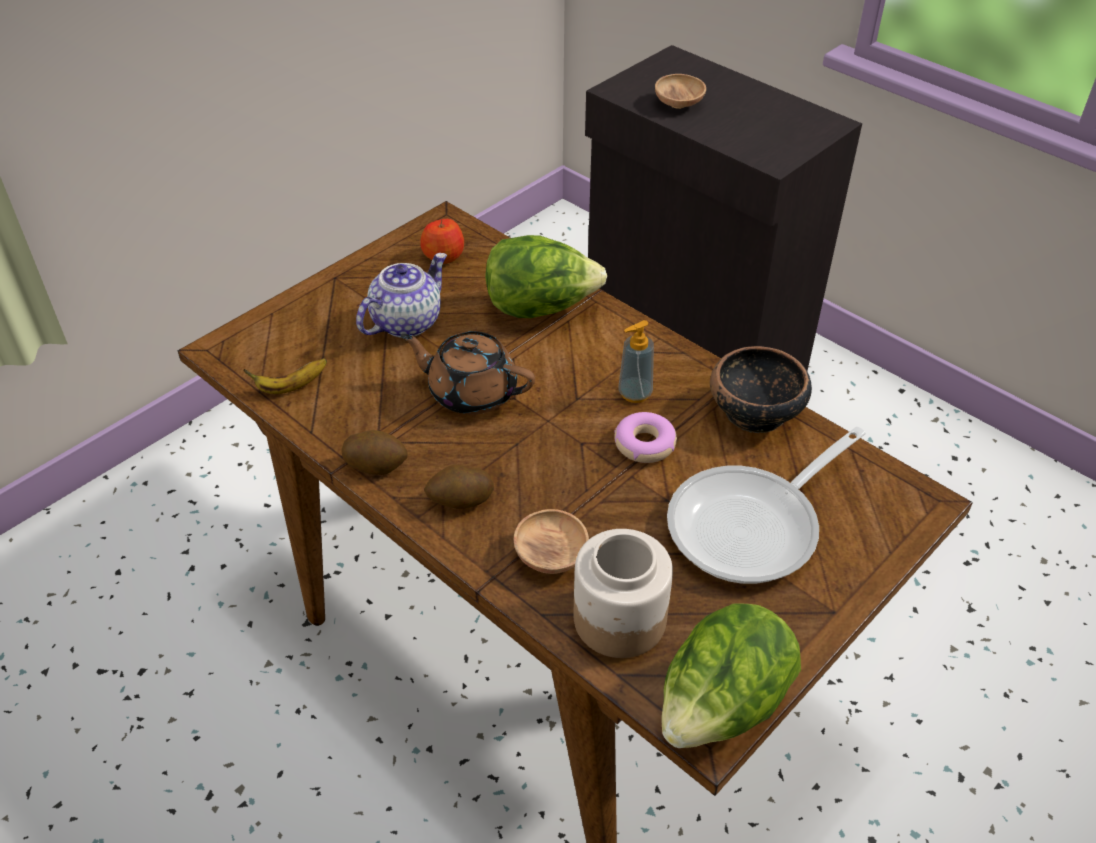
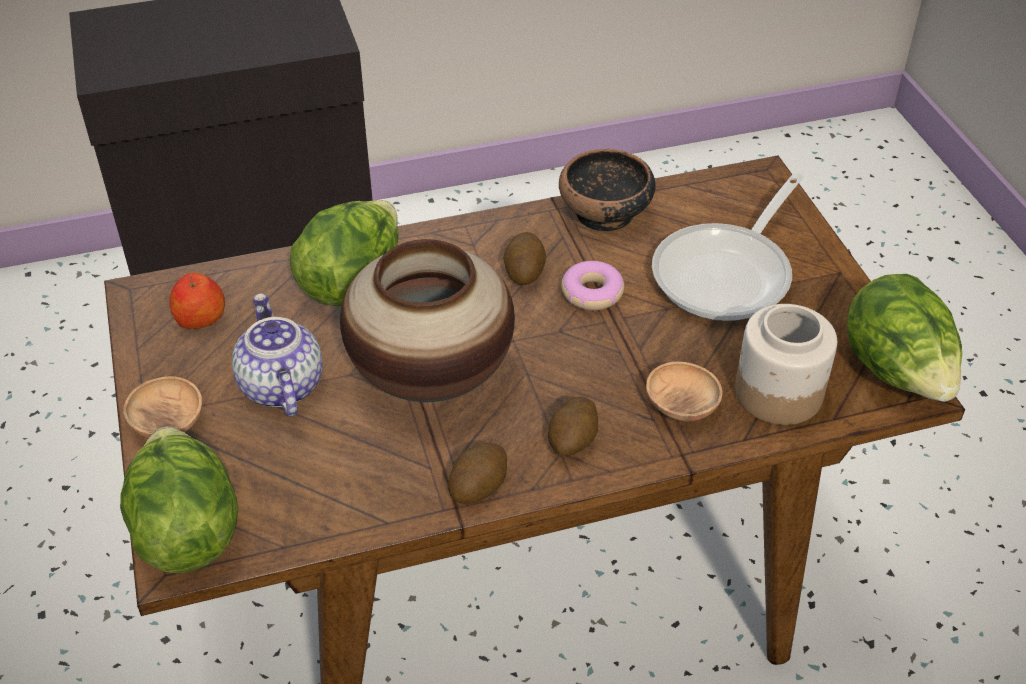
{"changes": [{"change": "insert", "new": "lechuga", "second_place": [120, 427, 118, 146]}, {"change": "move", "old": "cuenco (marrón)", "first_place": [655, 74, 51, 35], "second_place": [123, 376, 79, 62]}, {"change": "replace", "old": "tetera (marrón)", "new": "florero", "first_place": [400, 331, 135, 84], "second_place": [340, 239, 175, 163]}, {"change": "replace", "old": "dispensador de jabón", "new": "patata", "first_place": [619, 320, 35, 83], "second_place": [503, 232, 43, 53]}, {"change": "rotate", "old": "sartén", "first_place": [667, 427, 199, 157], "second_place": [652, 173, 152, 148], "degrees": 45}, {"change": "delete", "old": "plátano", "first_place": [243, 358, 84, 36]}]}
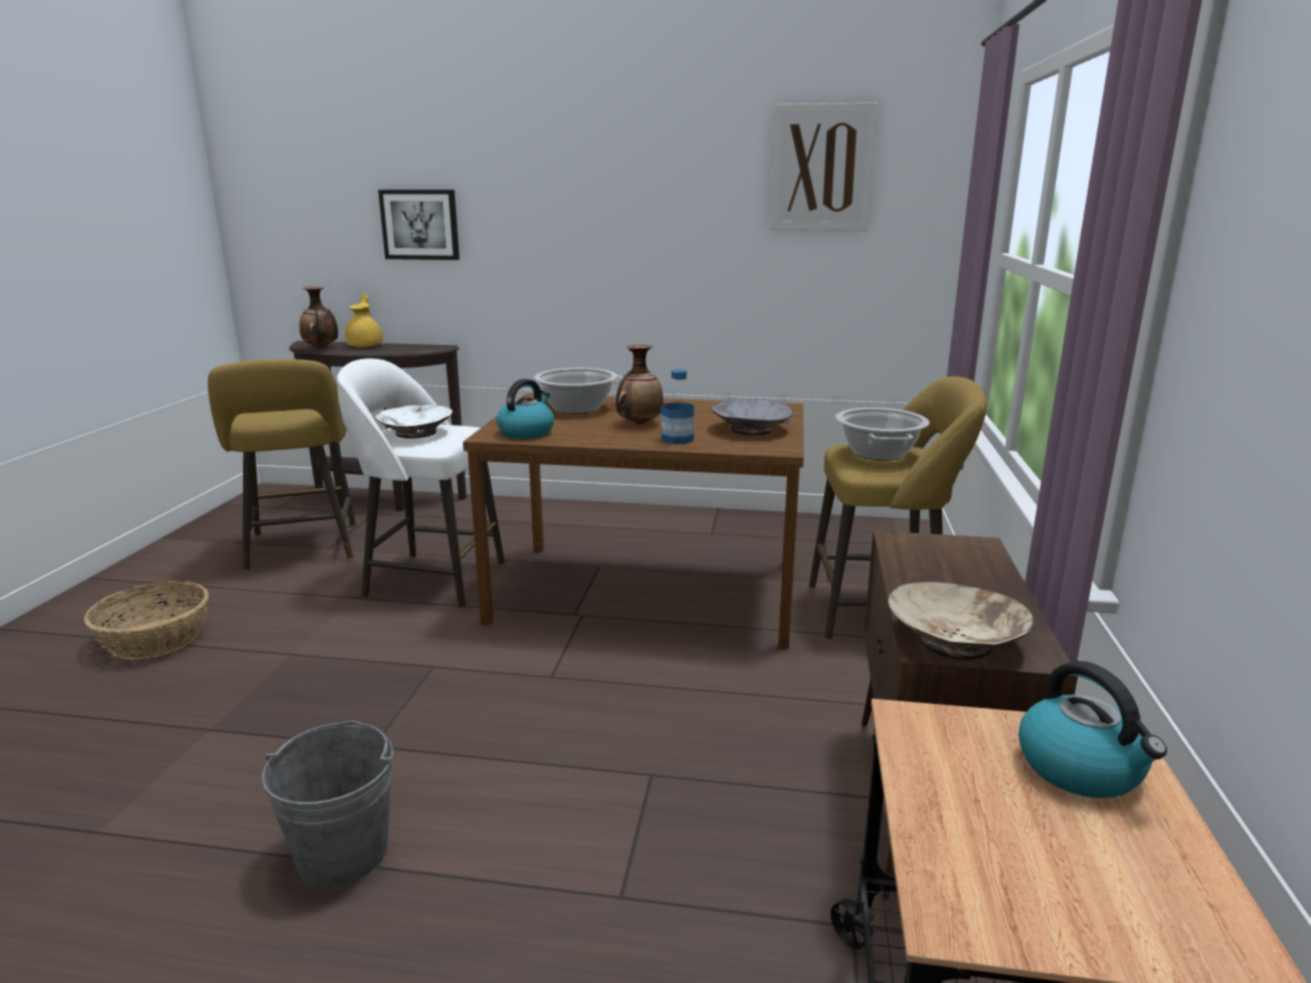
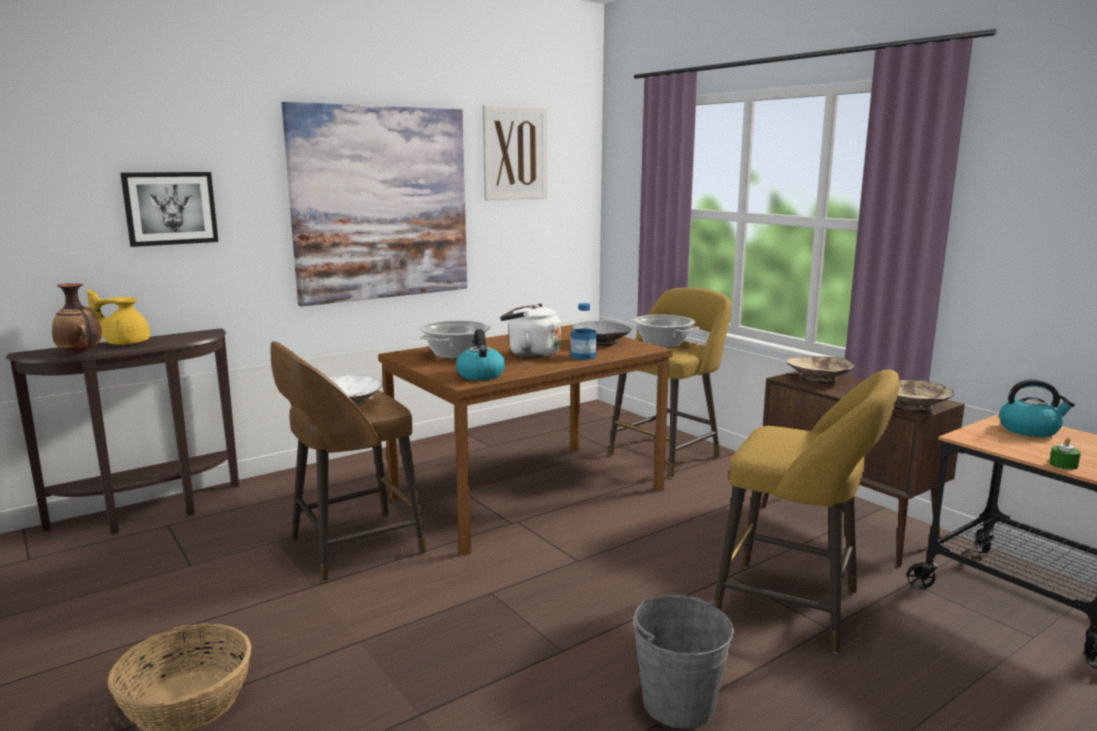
{"changes": [{"change": "rotate", "old": "tetera (amarillo)", "first_place": [345, 293, 38, 54], "second_place": [87, 290, 63, 55], "degrees": -45}, {"change": "recolor", "old": "taburete (blanco)", "new": "taburete (marrón)", "first_place": [337, 358, 168, 250], "second_place": [270, 341, 156, 241]}, {"change": "insert", "new": "cuadro", "second_place": [281, 102, 186, 204]}, {"change": "replace", "old": "florero", "new": "hervidor (blanco)", "first_place": [616, 345, 48, 80], "second_place": [500, 304, 61, 54]}, {"change": "move", "old": "taburete (amarillo)", "first_place": [208, 359, 148, 212], "second_place": [715, 370, 184, 284]}, {"change": "insert", "new": "cuenco (beis)", "second_place": [786, 357, 69, 27]}, {"change": "insert", "new": "vela (verde)", "second_place": [1049, 437, 32, 33]}]}
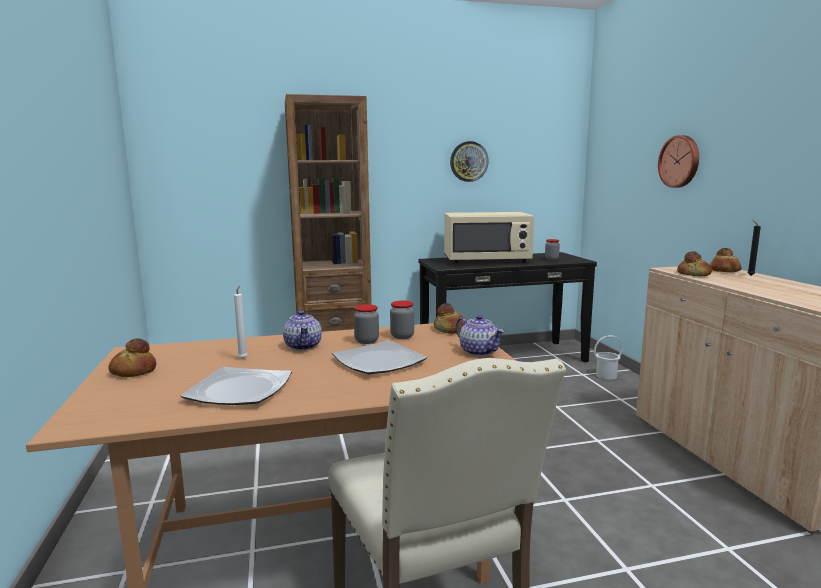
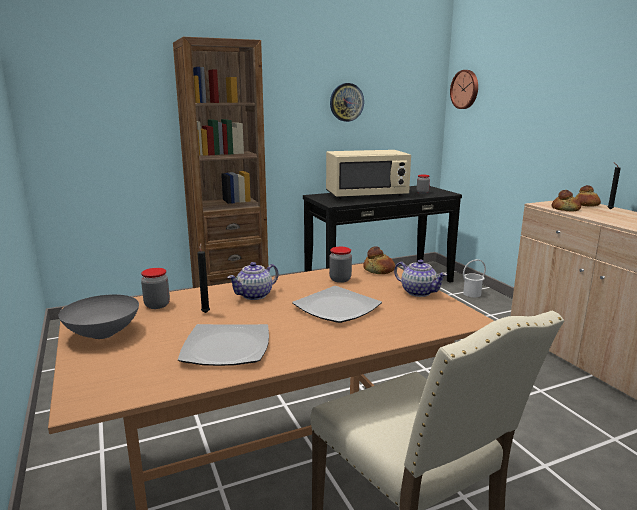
{"changes": [{"change": "replace", "old": "pan", "new": "cuenco (gris)", "first_place": [109, 338, 47, 39], "second_place": [58, 294, 81, 45]}, {"change": "move", "old": "tarro", "first_place": [354, 304, 25, 40], "second_place": [141, 268, 29, 41]}, {"change": "recolor", "old": "vela (blanco)", "new": "vela (negro)", "first_place": [234, 285, 13, 74], "second_place": [197, 243, 13, 70]}, {"change": "rotate", "old": "tetera", "first_place": [283, 311, 39, 39], "second_place": [227, 262, 52, 38], "degrees": 75}, {"change": "move", "old": "reloj de pared", "first_place": [658, 135, 41, 53], "second_place": [450, 70, 28, 39]}]}
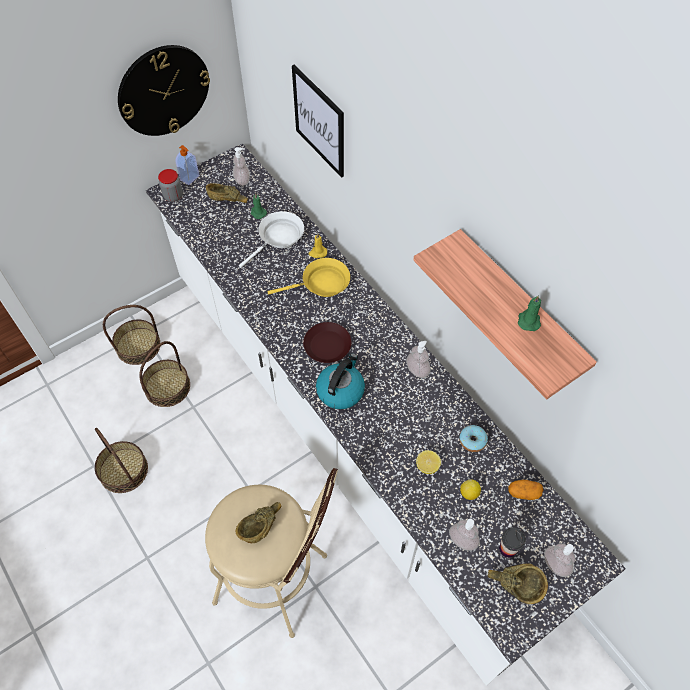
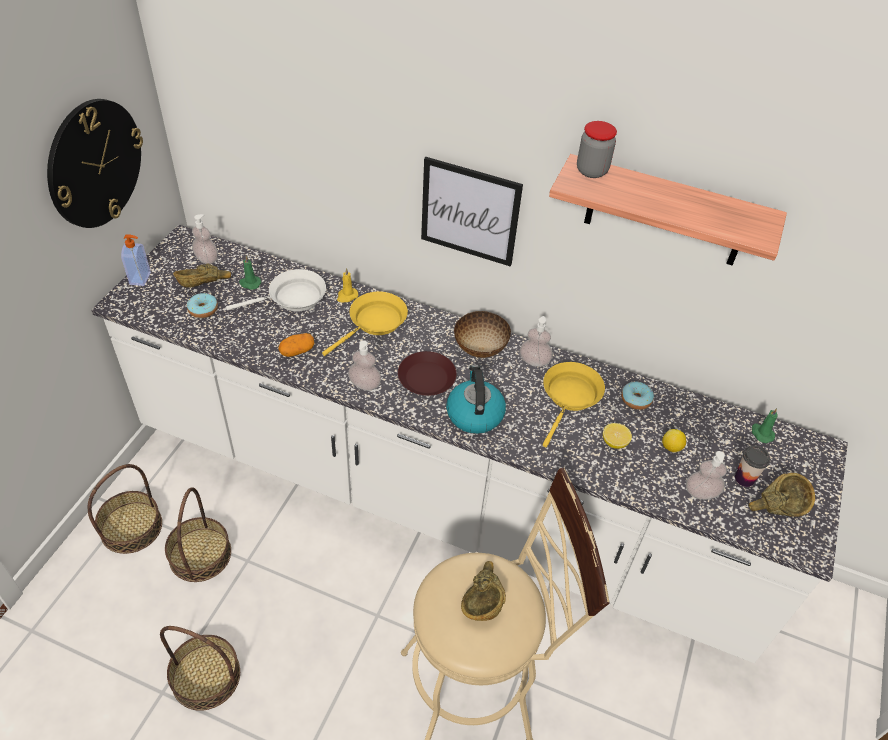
{"changes": [{"change": "insert", "new": "rosquilla", "second_place": [187, 293, 31, 25]}, {"change": "rotate", "old": "sartén (blanco)", "first_place": [239, 211, 65, 57], "second_place": [226, 269, 100, 42], "degrees": 60}, {"change": "move", "old": "patata", "first_place": [508, 480, 35, 20], "second_place": [278, 333, 36, 24]}, {"change": "move", "old": "dispensador de jabón", "first_place": [544, 543, 31, 34], "second_place": [348, 340, 33, 51]}, {"change": "move", "old": "cuadro", "first_place": [292, 65, 52, 113], "second_place": [421, 157, 102, 110]}, {"change": "insert", "new": "cuenco", "second_place": [454, 311, 57, 47]}, {"change": "insert", "new": "sartén (amarillo)", "second_place": [543, 362, 62, 85]}, {"change": "move", "old": "tarro", "first_place": [158, 169, 25, 33], "second_place": [577, 121, 40, 57]}, {"change": "move", "old": "vela (verde)", "first_place": [518, 295, 23, 36], "second_place": [752, 408, 26, 35]}]}
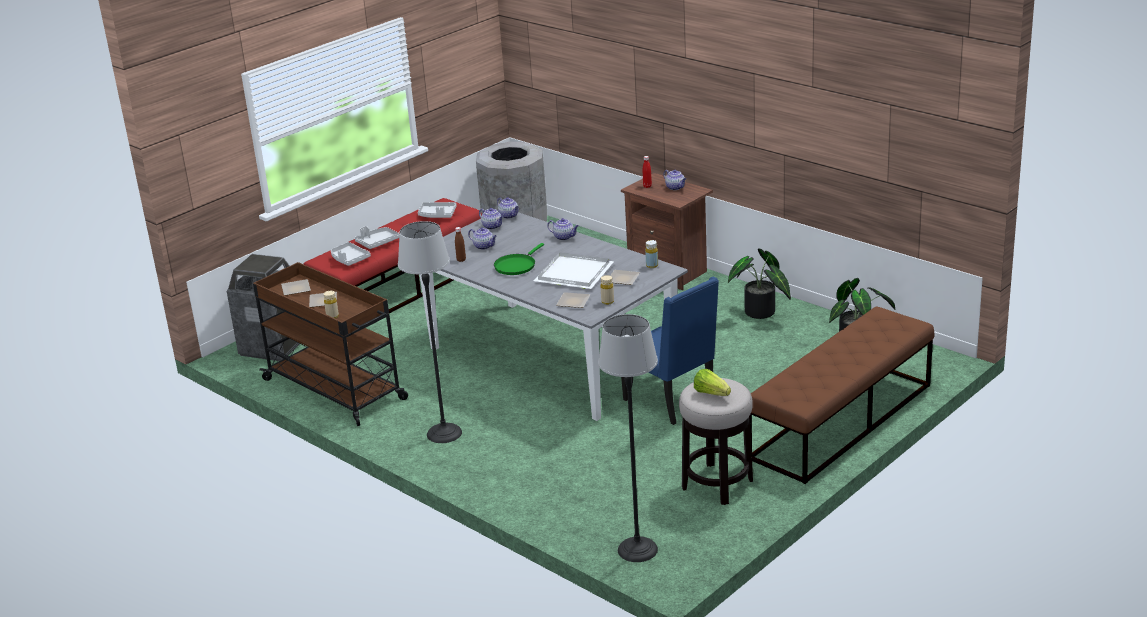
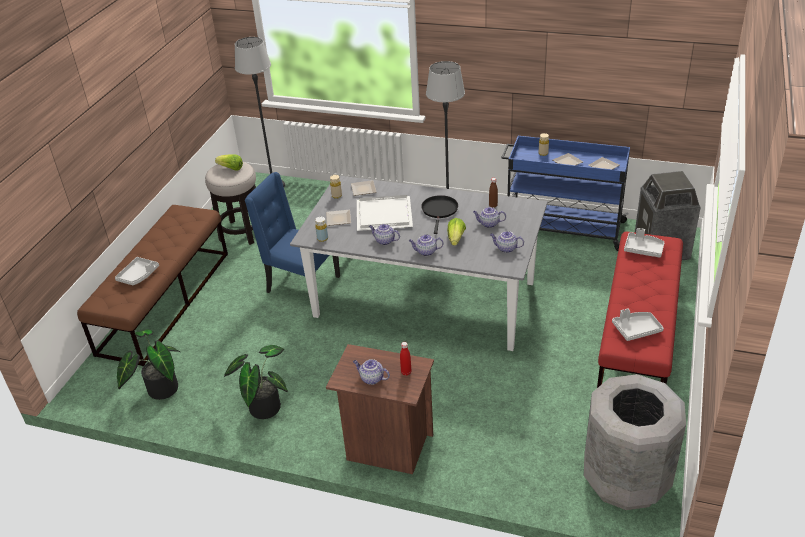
{"changes": [{"change": "move", "old": "bandeja (gris)", "first_place": [355, 226, 44, 23], "second_place": [115, 257, 44, 28]}, {"change": "move", "old": "tetera", "first_place": [497, 197, 22, 22], "second_place": [369, 224, 31, 21]}, {"change": "recolor", "old": "sartén (verde)", "new": "sartén (negro)", "first_place": [494, 243, 50, 32], "second_place": [421, 195, 37, 39]}, {"change": "insert", "new": "lechuga", "second_place": [447, 218, 19, 28]}, {"change": "recolor", "old": "carrito (marrón)", "new": "carrito (azul)", "first_place": [253, 262, 155, 164], "second_place": [501, 136, 129, 115]}]}
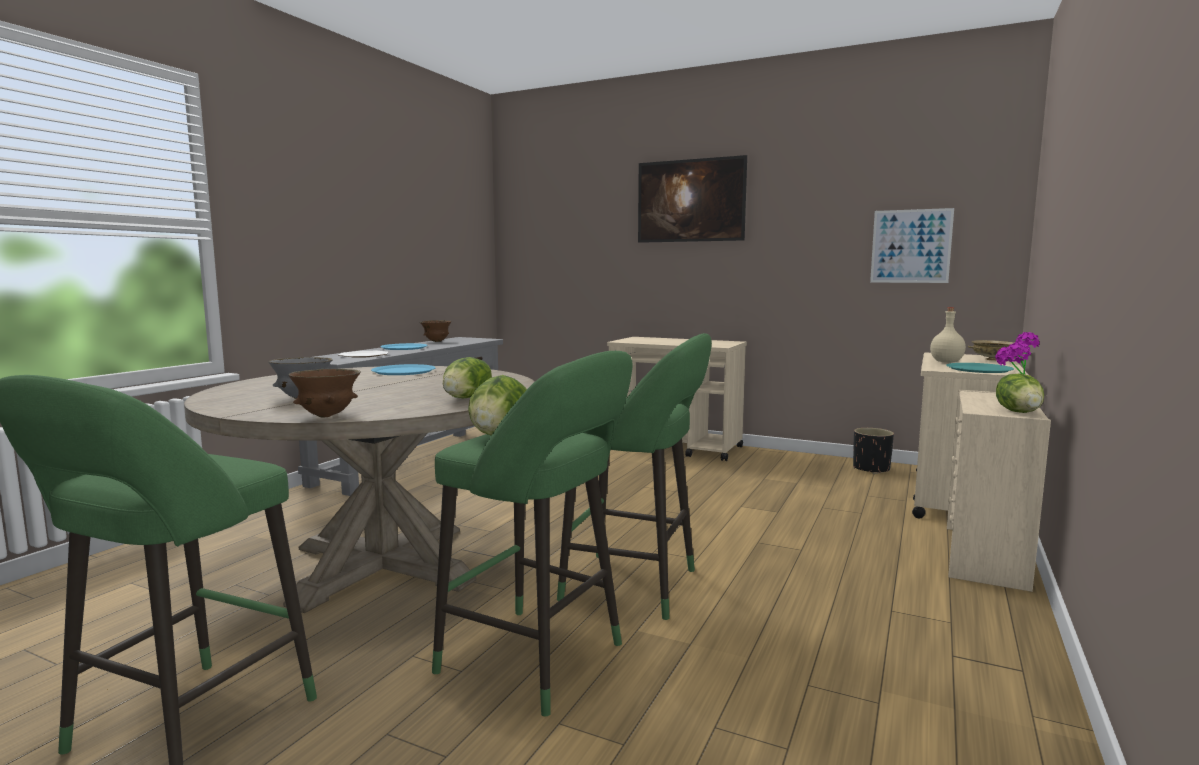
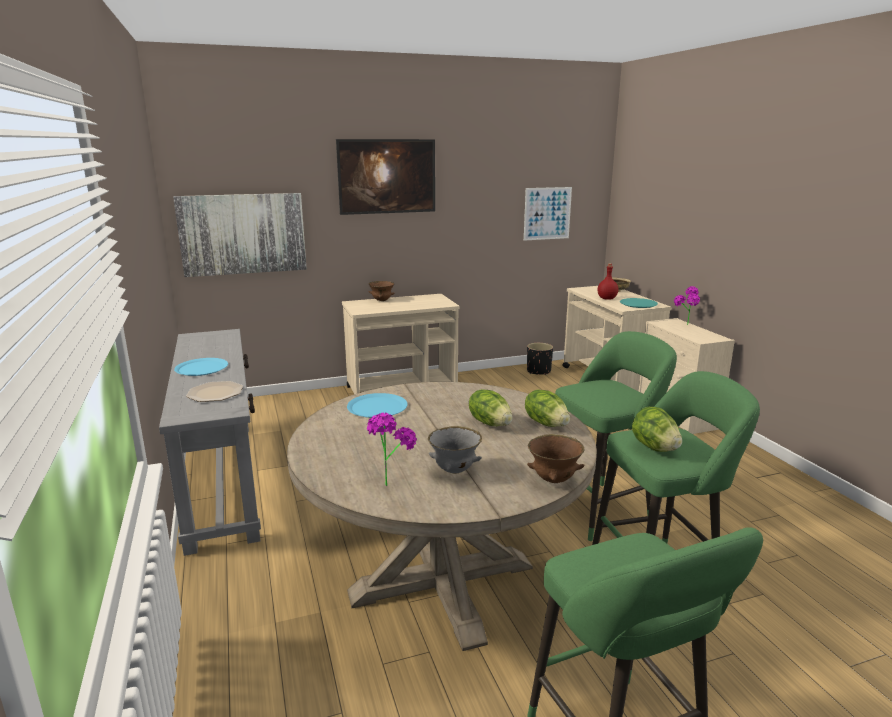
{"changes": [{"change": "insert", "new": "cuadro", "second_place": [173, 193, 134, 84]}, {"change": "insert", "new": "planta en maceta", "second_place": [367, 413, 50, 73]}, {"change": "move", "old": "cuenco (marrón)", "first_place": [420, 320, 32, 22], "second_place": [368, 281, 26, 20]}, {"change": "move", "old": "lechuga", "first_place": [996, 373, 48, 40], "second_place": [469, 389, 43, 37]}, {"change": "recolor", "old": "botella (beis)", "new": "botella (rojo)", "first_place": [930, 307, 36, 56], "second_place": [597, 264, 21, 36]}]}
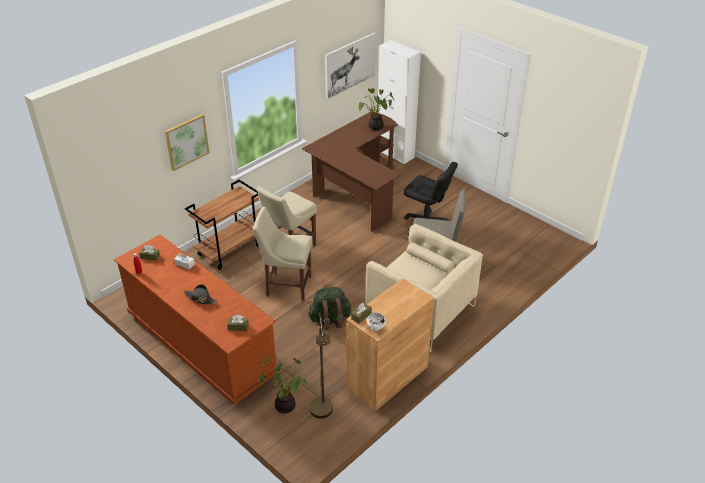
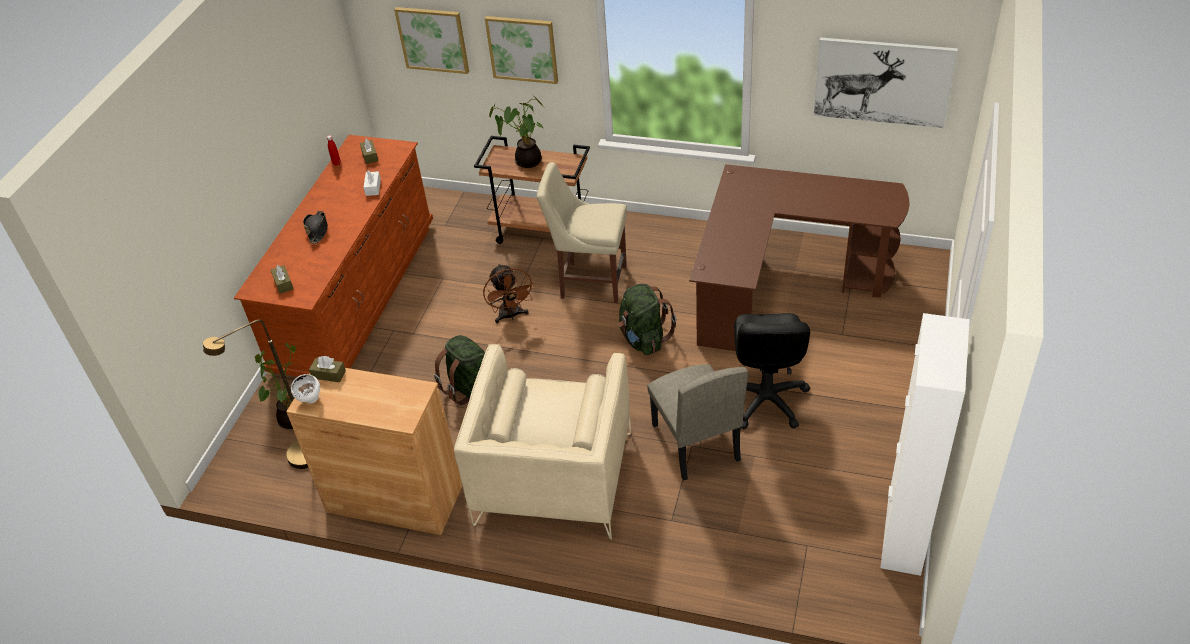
{"changes": [{"change": "insert", "new": "cuadro", "second_place": [394, 7, 75, 67]}, {"change": "replace", "old": "silla (beis)", "new": "ventilador (marrón)", "first_place": [253, 207, 59, 94], "second_place": [483, 264, 52, 59]}, {"change": "move", "old": "planta en maceta", "first_place": [358, 88, 36, 43], "second_place": [489, 94, 54, 74]}, {"change": "insert", "new": "mochila (verde)", "second_place": [617, 284, 60, 71]}, {"change": "move", "old": "armario (blanco)", "first_place": [378, 40, 43, 124], "second_place": [880, 313, 90, 263]}]}
